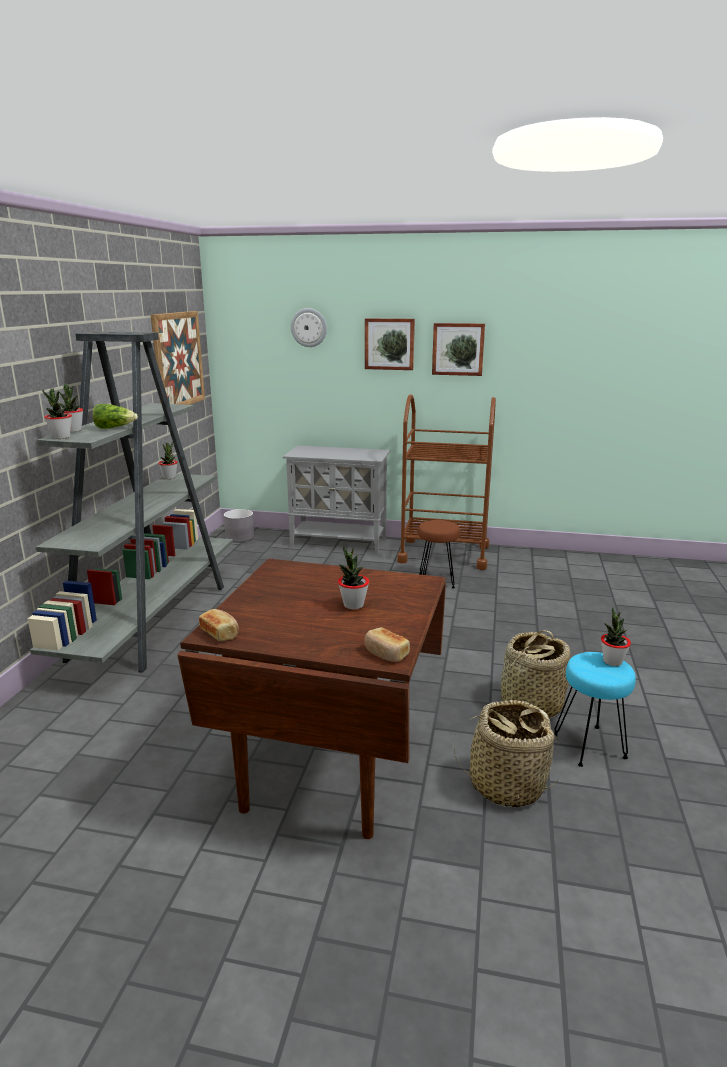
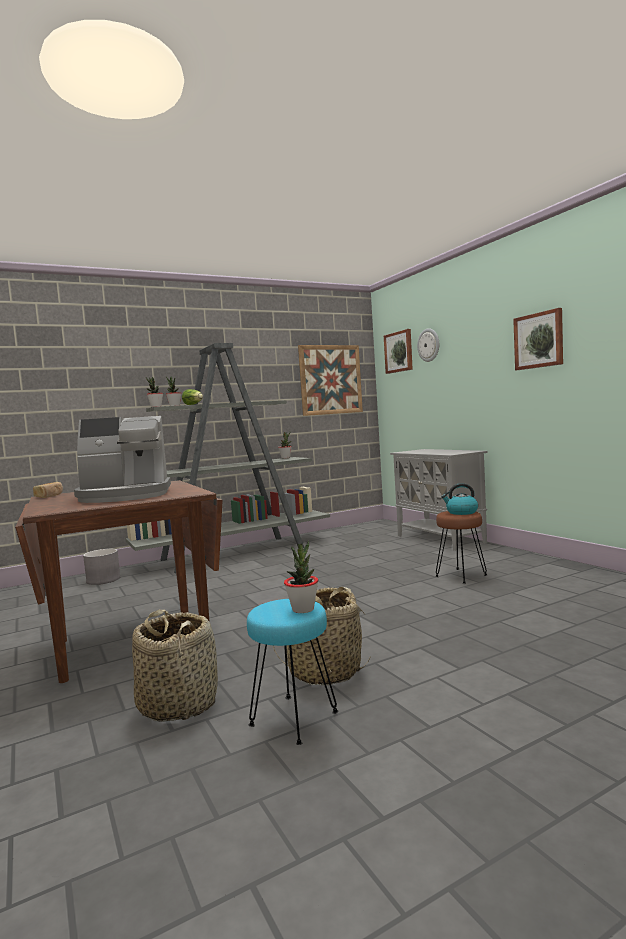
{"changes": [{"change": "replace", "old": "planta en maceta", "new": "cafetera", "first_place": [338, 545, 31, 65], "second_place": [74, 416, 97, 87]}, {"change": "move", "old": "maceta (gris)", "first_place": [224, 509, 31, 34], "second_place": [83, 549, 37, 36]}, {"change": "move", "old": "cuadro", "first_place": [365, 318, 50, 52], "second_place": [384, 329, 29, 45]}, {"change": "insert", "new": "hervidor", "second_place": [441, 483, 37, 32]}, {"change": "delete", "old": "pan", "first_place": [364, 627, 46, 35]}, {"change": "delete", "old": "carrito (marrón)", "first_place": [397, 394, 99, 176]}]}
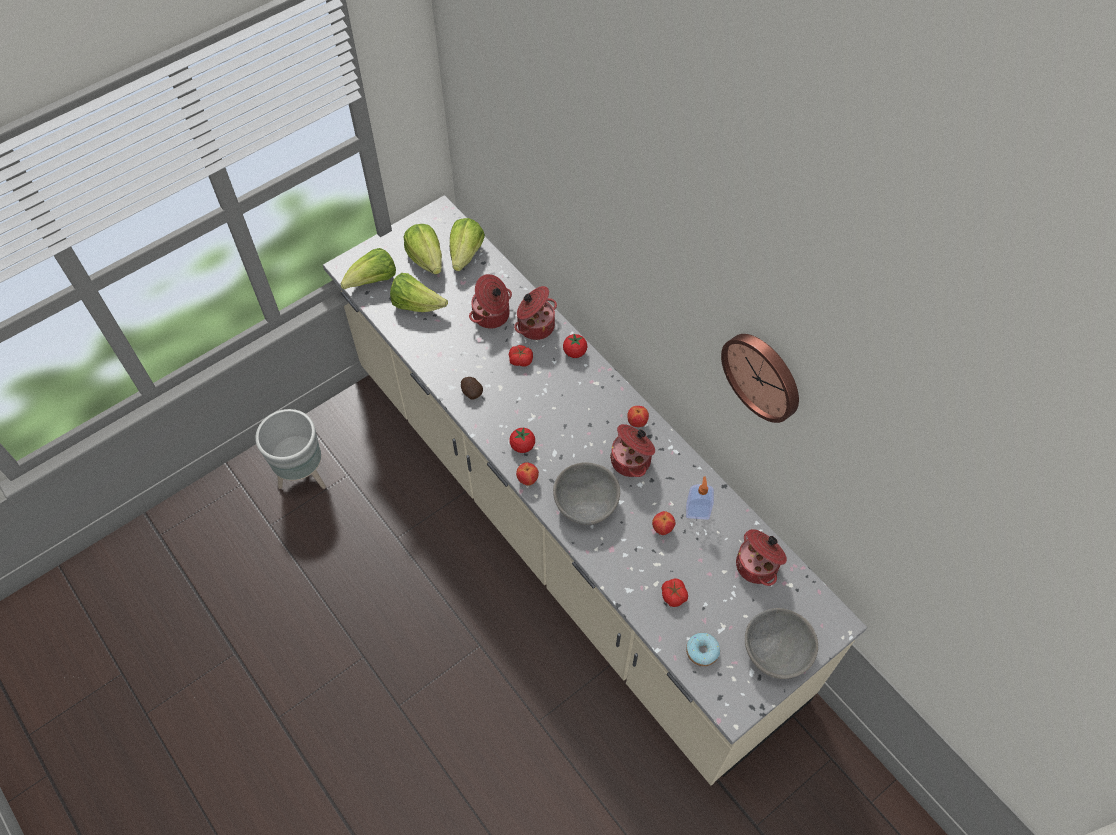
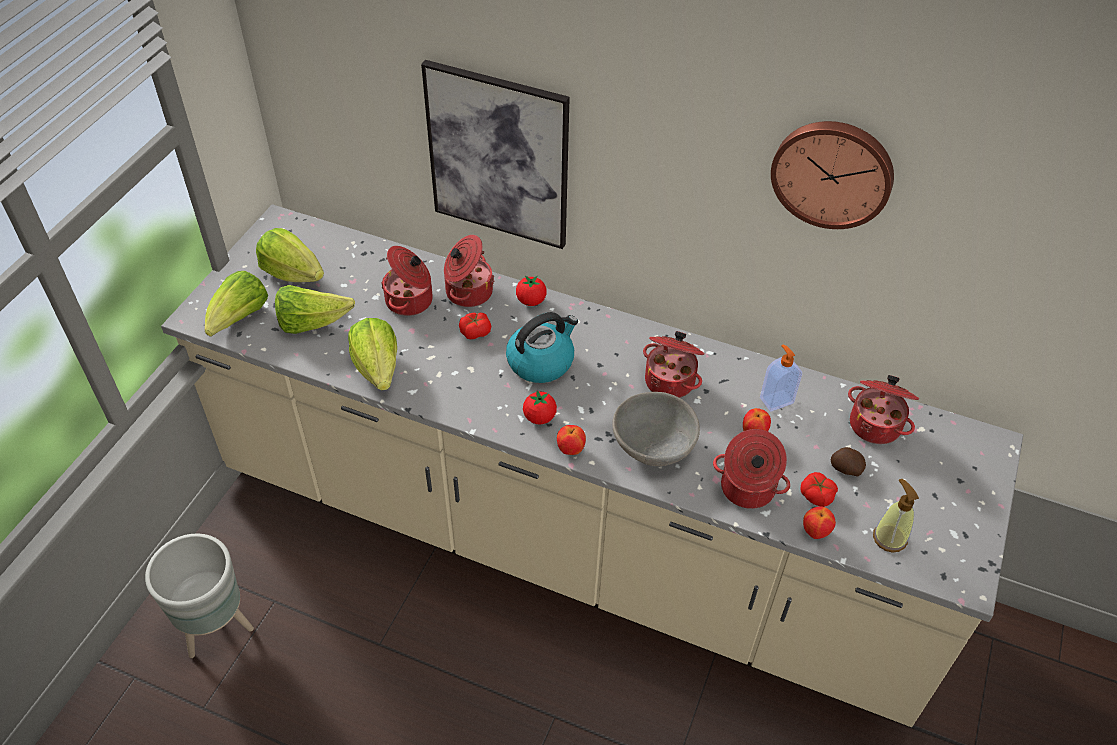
{"changes": [{"change": "move", "old": "lechuga", "first_place": [450, 218, 35, 53], "second_place": [348, 318, 49, 72]}, {"change": "insert", "new": "cuadro", "second_place": [421, 60, 149, 189]}, {"change": "insert", "new": "hervidor", "second_place": [506, 312, 72, 71]}, {"change": "insert", "new": "olla", "second_place": [713, 429, 77, 80]}, {"change": "move", "old": "manzana", "first_place": [627, 406, 22, 21], "second_place": [803, 506, 33, 33]}, {"change": "move", "old": "patata", "first_place": [461, 377, 22, 22], "second_place": [831, 447, 35, 29]}, {"change": "replace", "old": "rosquilla", "new": "dispensador de jabón", "first_place": [686, 633, 34, 33], "second_place": [873, 479, 46, 74]}, {"change": "delete", "old": "cuenco (gris)", "first_place": [745, 608, 73, 71]}]}
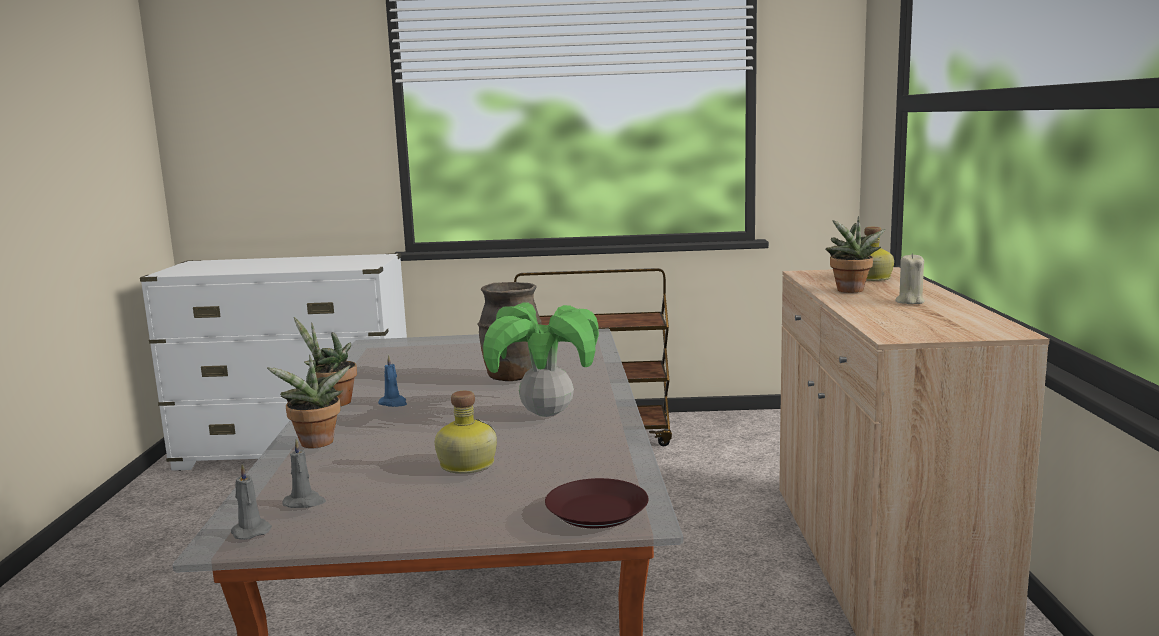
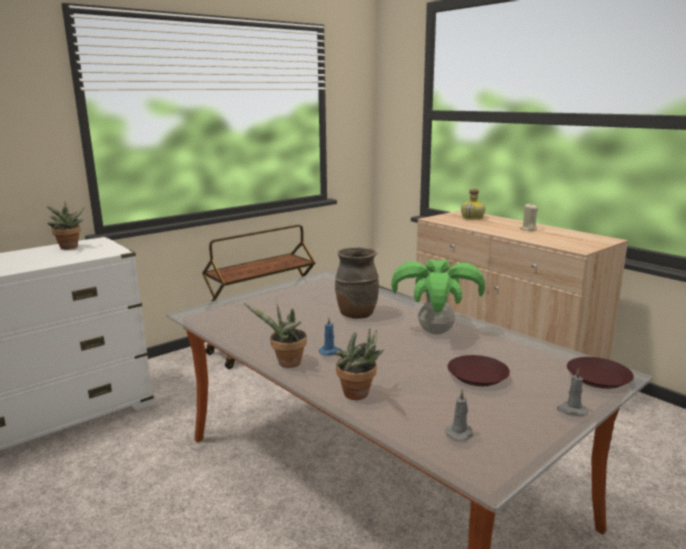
{"changes": [{"change": "move", "old": "planta en maceta", "first_place": [826, 216, 60, 77], "second_place": [47, 202, 38, 48]}, {"change": "replace", "old": "botella", "new": "plato (marrón)", "first_place": [435, 391, 62, 83], "second_place": [448, 355, 62, 31]}, {"change": "move", "old": "vela (gris)", "first_place": [231, 464, 41, 76], "second_place": [556, 368, 32, 48]}]}
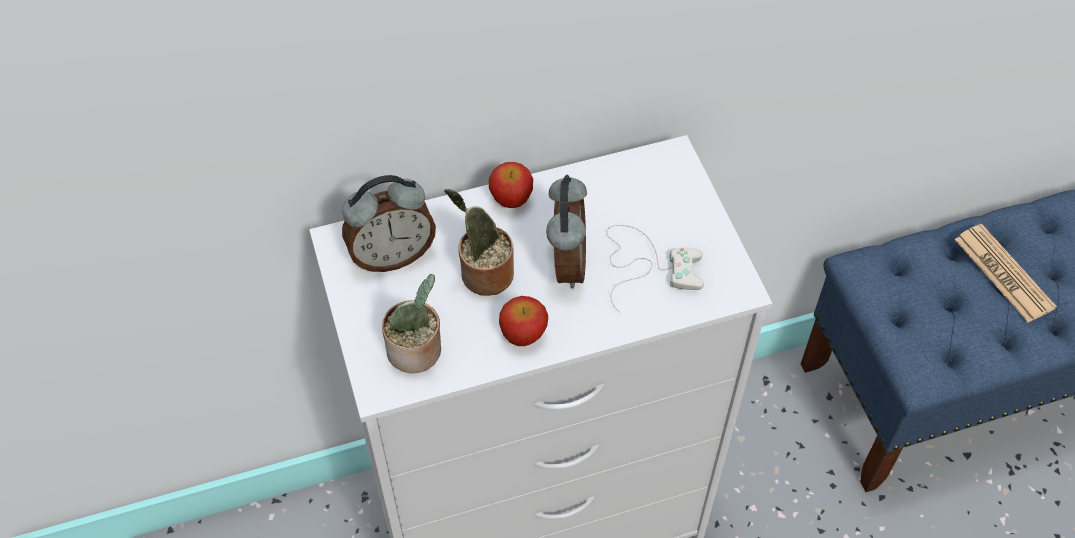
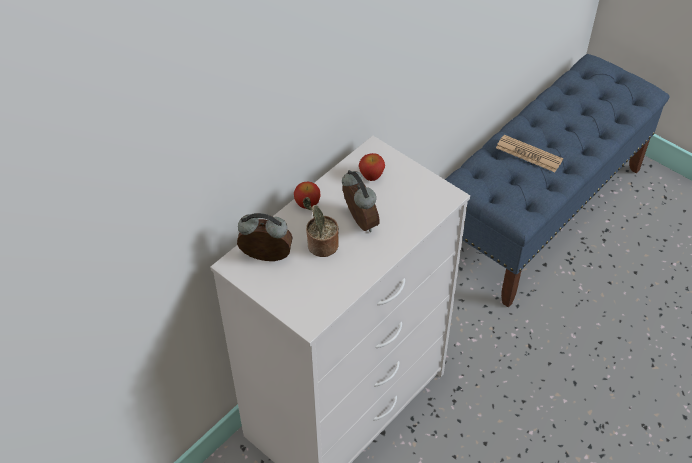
{"changes": [{"change": "rotate", "old": "despertador", "first_place": [342, 175, 94, 97], "second_place": [237, 213, 56, 48], "degrees": -120}, {"change": "move", "old": "manzana", "first_place": [499, 296, 49, 50], "second_place": [359, 153, 26, 28]}, {"change": "delete", "old": "planta en maceta", "first_place": [382, 274, 59, 99]}, {"change": "delete", "old": "mando de consola (blanco)", "first_place": [606, 225, 98, 88]}]}
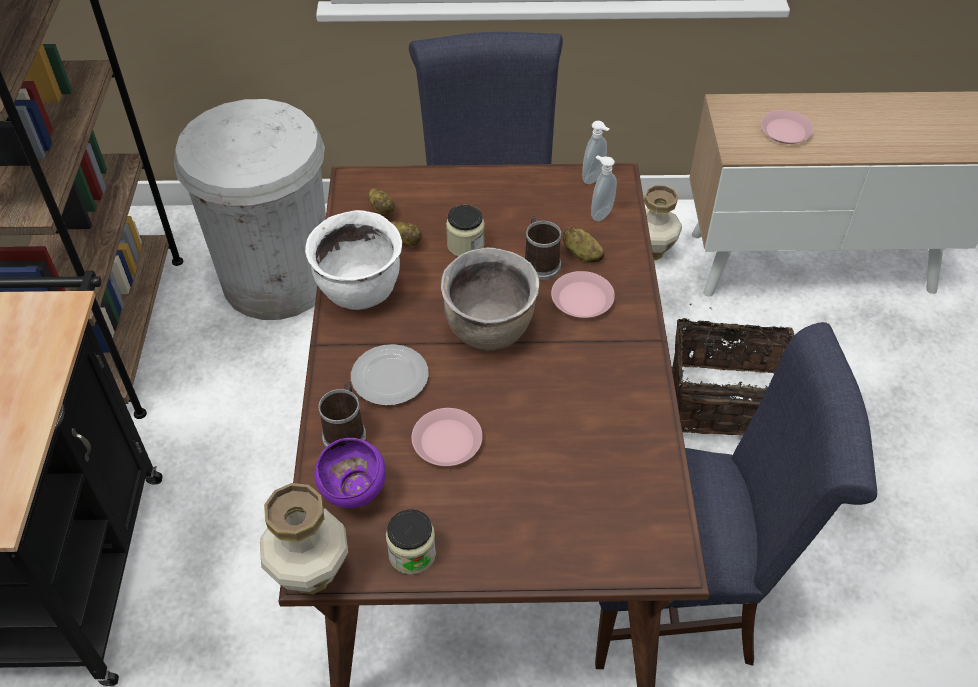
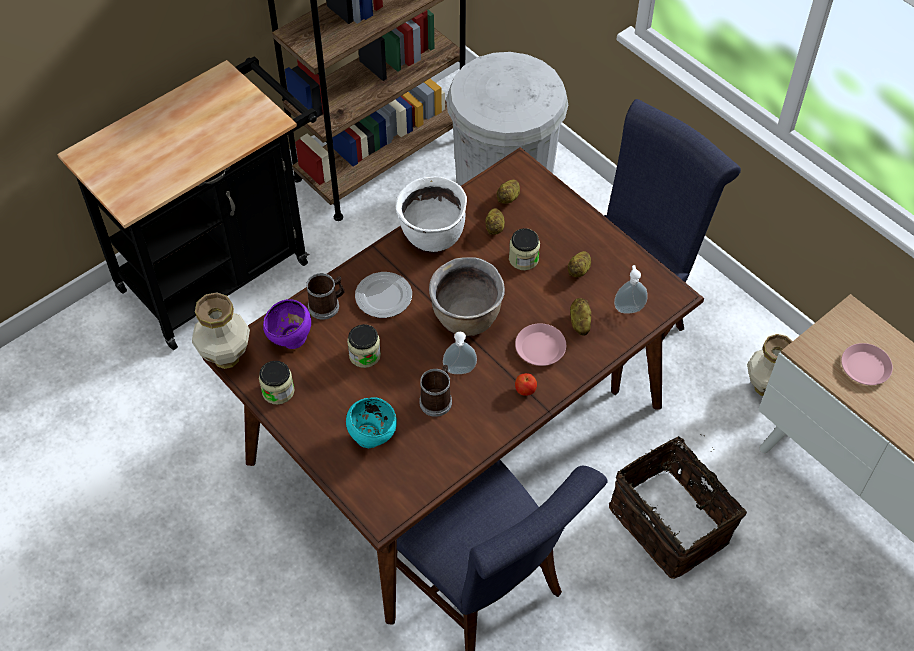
{"changes": [{"change": "insert", "new": "cuenco (turquesa)", "second_place": [346, 397, 51, 51]}, {"change": "replace", "old": "plato (rosa)", "new": "tarro", "first_place": [412, 408, 71, 58], "second_place": [347, 324, 34, 44]}, {"change": "move", "old": "taza grande", "first_place": [525, 216, 36, 64], "second_place": [419, 365, 33, 52]}, {"change": "move", "old": "dispensador de jabón", "first_place": [582, 120, 28, 64], "second_place": [443, 332, 34, 42]}, {"change": "insert", "new": "manzana", "second_place": [515, 373, 22, 23]}, {"change": "insert", "new": "patata", "second_place": [568, 251, 23, 26]}]}
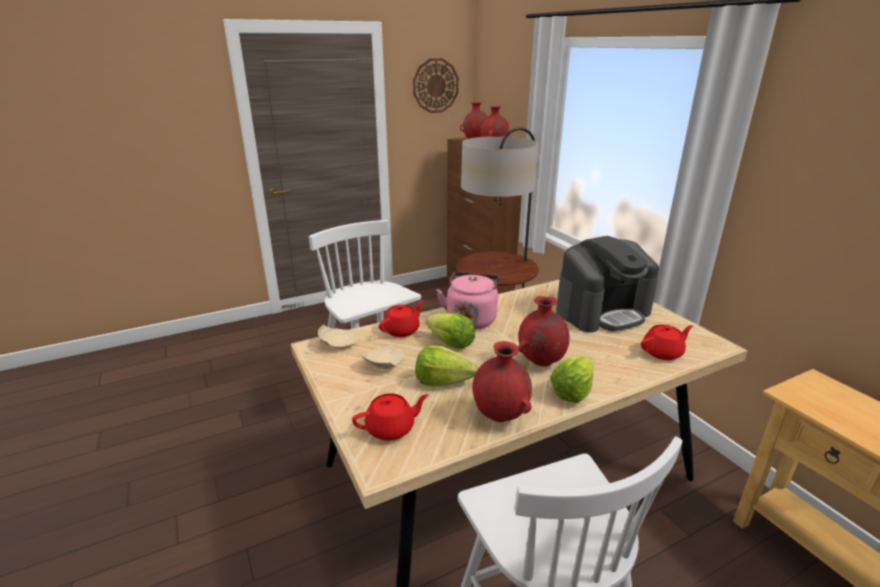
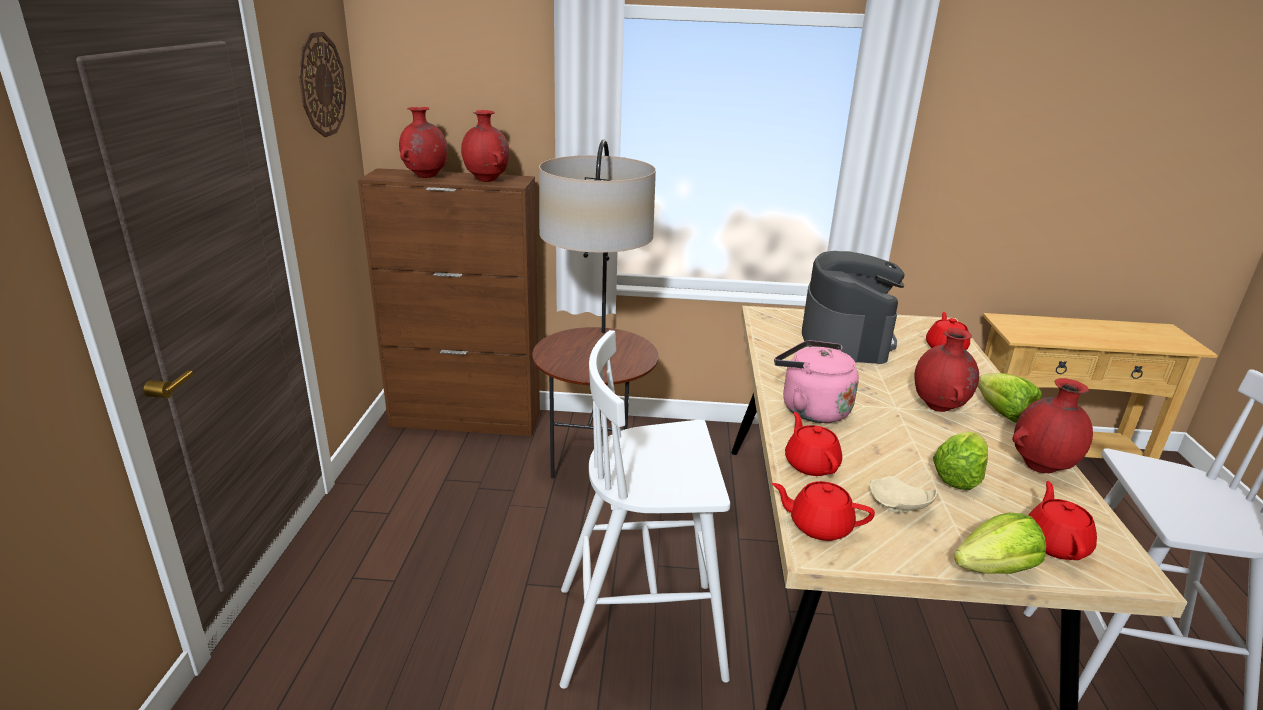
{"changes": [{"change": "replace", "old": "plato (beis)", "new": "tetera (rojo)", "first_place": [318, 325, 41, 24], "second_place": [772, 481, 103, 60]}, {"change": "move", "old": "lechuga", "first_place": [425, 313, 50, 36], "second_place": [954, 513, 92, 61]}]}
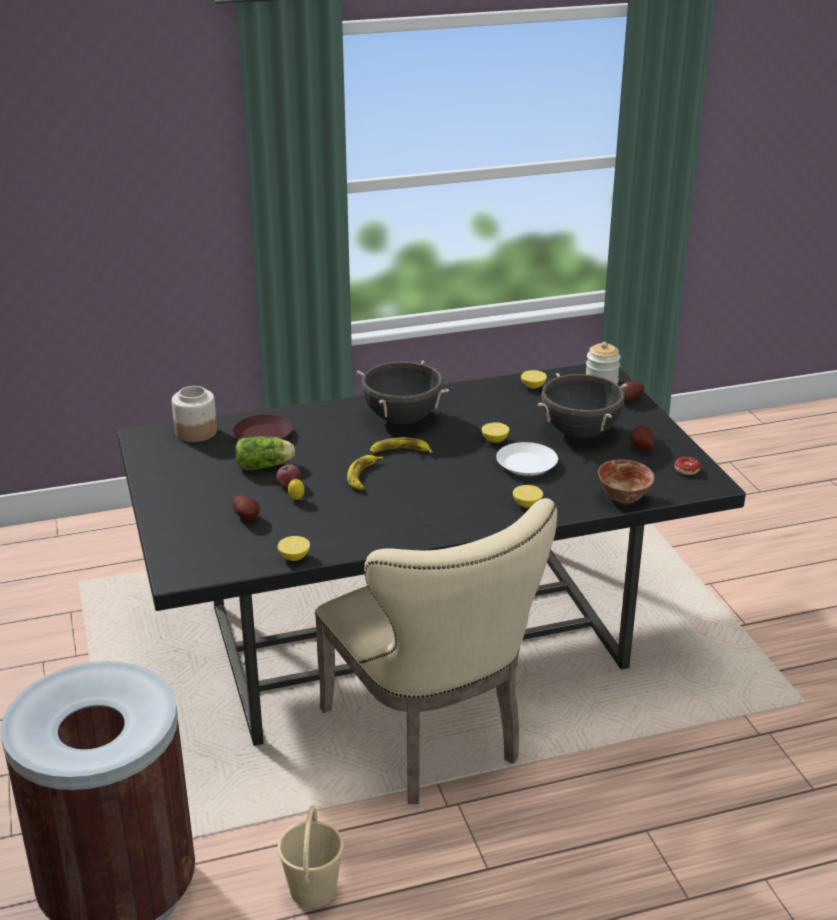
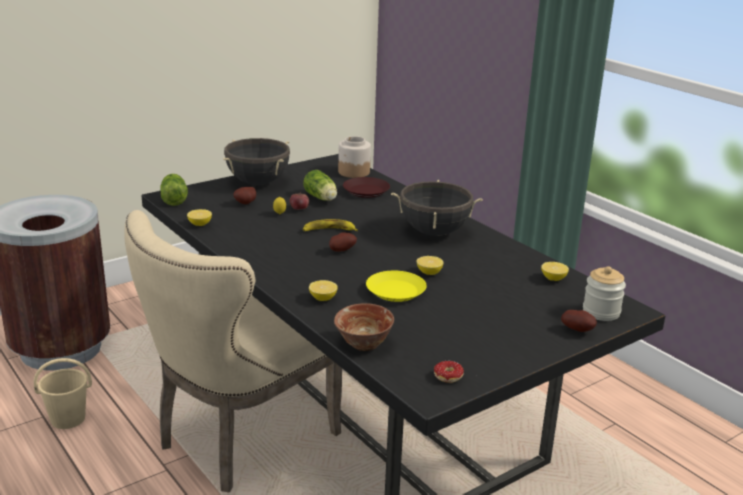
{"changes": [{"change": "insert", "new": "lechuga", "second_place": [160, 174, 28, 32]}, {"change": "move", "old": "olla (negro)", "first_place": [538, 373, 89, 65], "second_place": [223, 138, 67, 47]}, {"change": "move", "old": "patata", "first_place": [630, 426, 25, 24], "second_place": [329, 232, 28, 20]}, {"change": "recolor", "old": "plato (blanco)", "new": "plato (amarillo)", "first_place": [496, 442, 62, 34], "second_place": [366, 271, 61, 31]}, {"change": "delete", "old": "plátano", "first_place": [370, 438, 63, 15]}]}
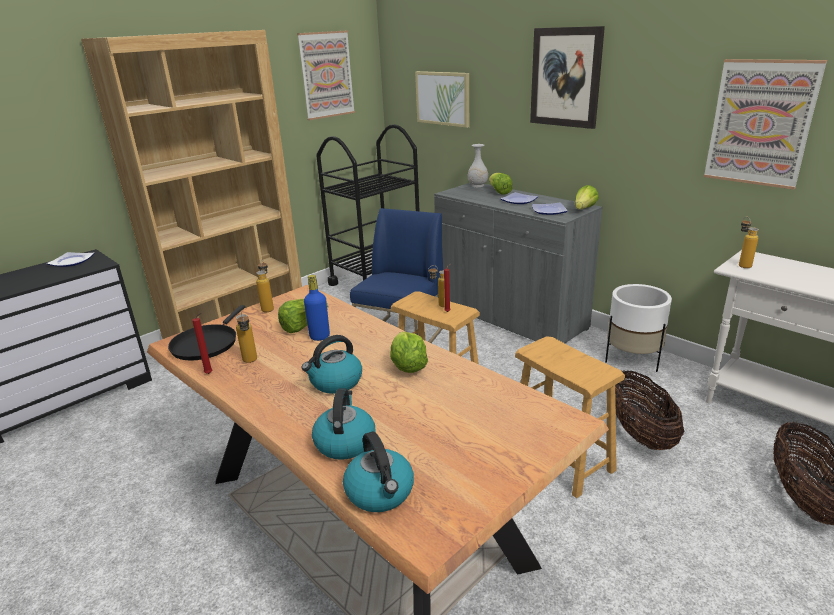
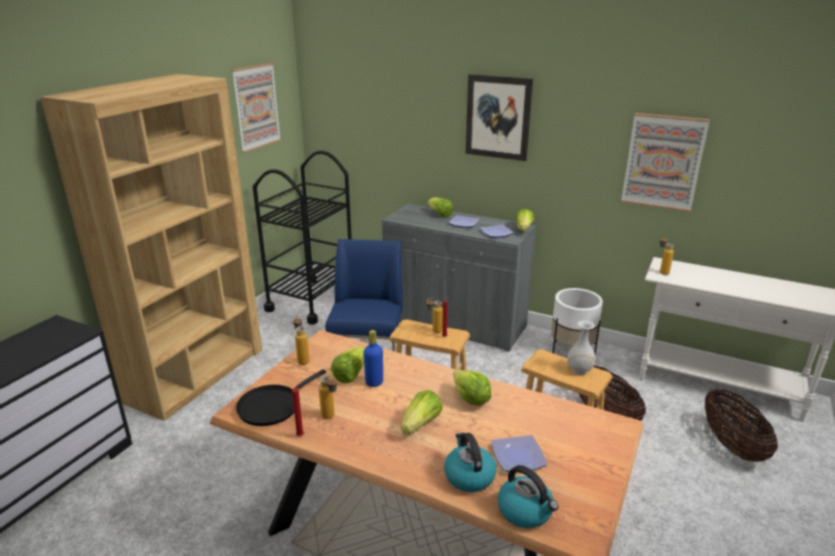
{"changes": [{"change": "rotate", "old": "sartén (negro)", "first_place": [168, 305, 77, 55], "second_place": [236, 369, 90, 57], "degrees": 45}, {"change": "replace", "old": "hervidor", "new": "lechuga", "first_place": [302, 335, 60, 59], "second_place": [401, 390, 41, 45]}, {"change": "move", "old": "plato", "first_place": [47, 252, 47, 15], "second_place": [491, 435, 56, 37]}, {"change": "move", "old": "florero (blanco)", "first_place": [468, 144, 20, 43], "second_place": [567, 320, 28, 55]}, {"change": "delete", "old": "cuadro", "first_place": [415, 71, 54, 57]}]}
